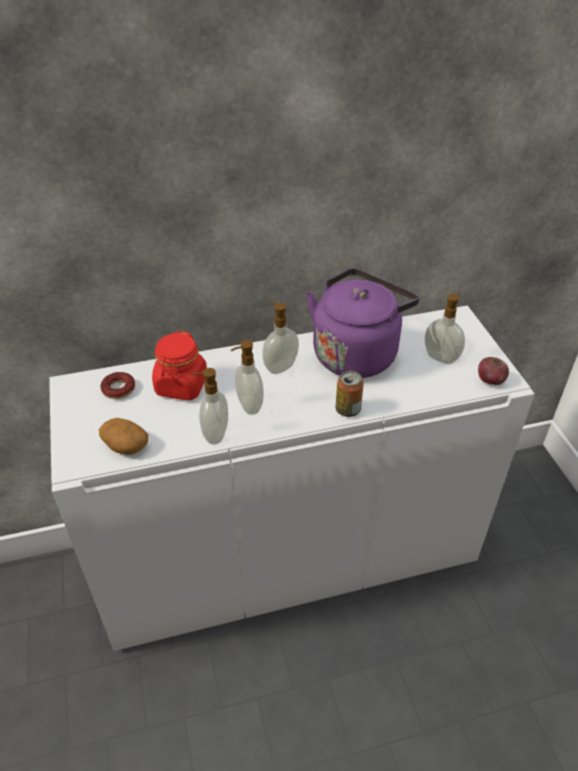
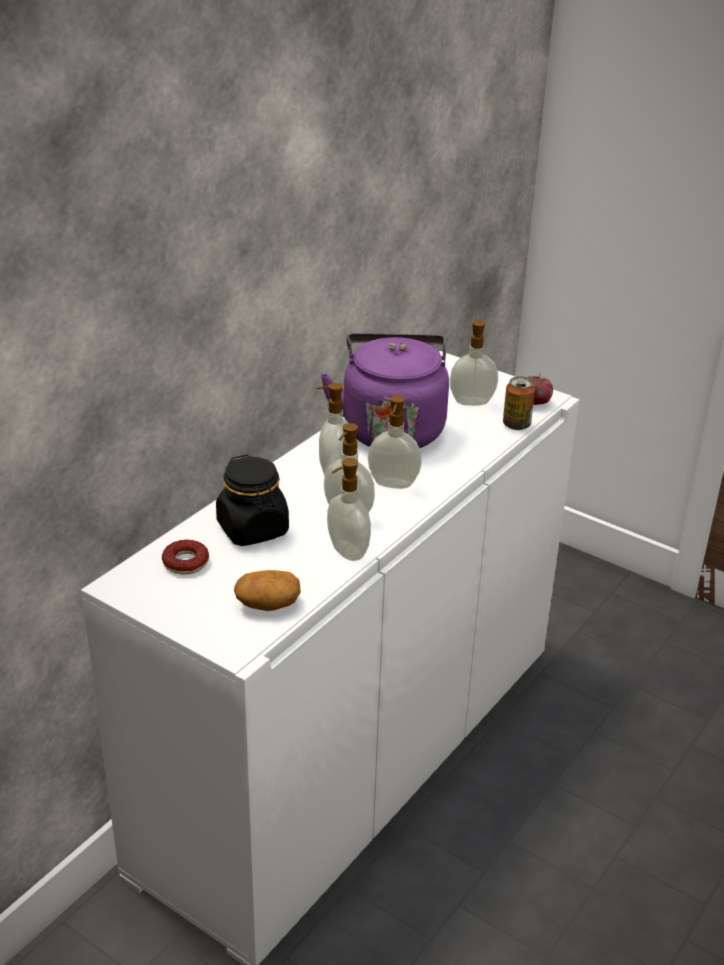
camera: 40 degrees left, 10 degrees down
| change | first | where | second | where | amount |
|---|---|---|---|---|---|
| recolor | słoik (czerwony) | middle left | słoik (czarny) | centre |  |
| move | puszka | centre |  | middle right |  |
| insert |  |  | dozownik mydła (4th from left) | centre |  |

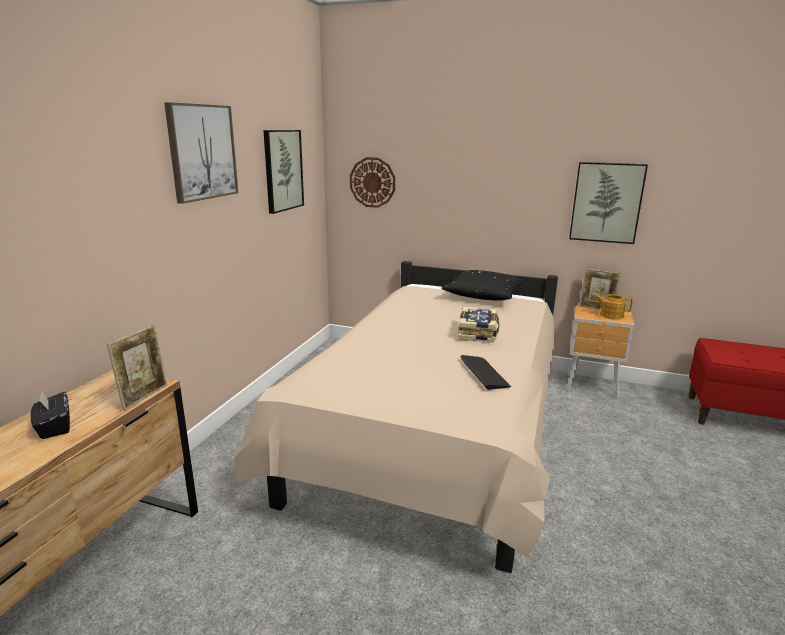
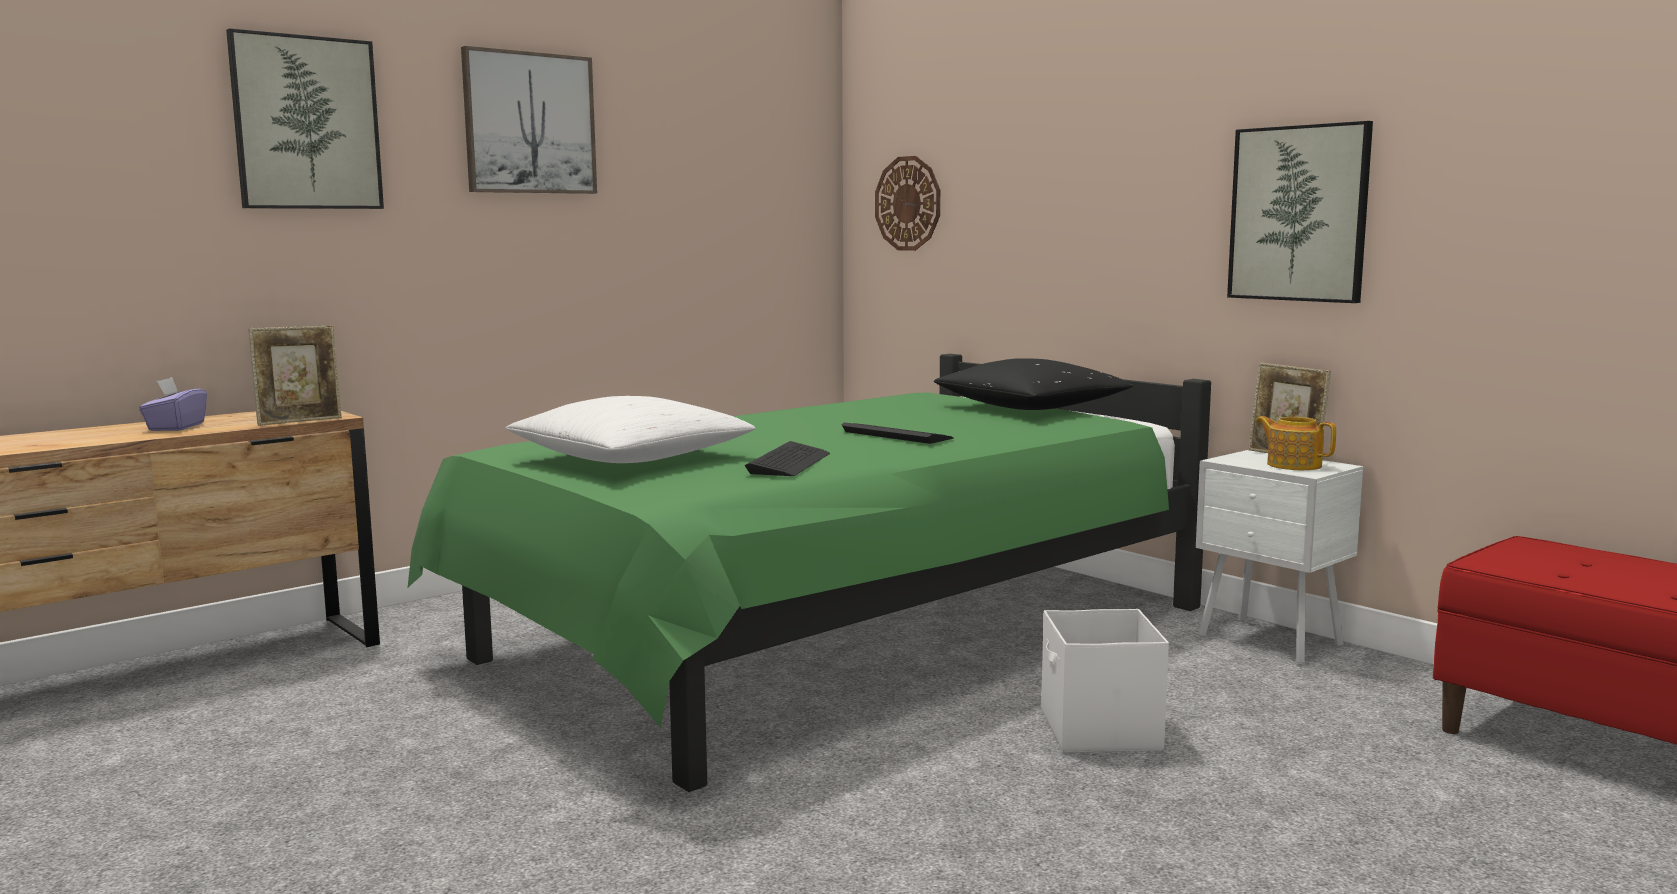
camera: 30 degrees right, 10 degrees down
| change | first | where | second | where | amount |
|---|---|---|---|---|---|
| move | obraz (2nd from left in the first image) | top centre | obraz (1st from left) | top left |  |
| recolor | łóżko (beżowy) | centre | łóżko (zielony) | centre |  |
| recolor | szafka nocna (brązowy) | middle right | szafka nocna (biały) | middle right |  |
| replace | książka | centre | klawiatura (2nd from left) | centre |  |
| recolor | pudełko chusteczek (czarny) | middle left | pudełko chusteczek (fioletowy) | middle left |  |
| insert |  |  | poduszka (biały) | centre |  |
| insert |  |  | pojemnik do przechowywania (biały) | bottom centre |  |

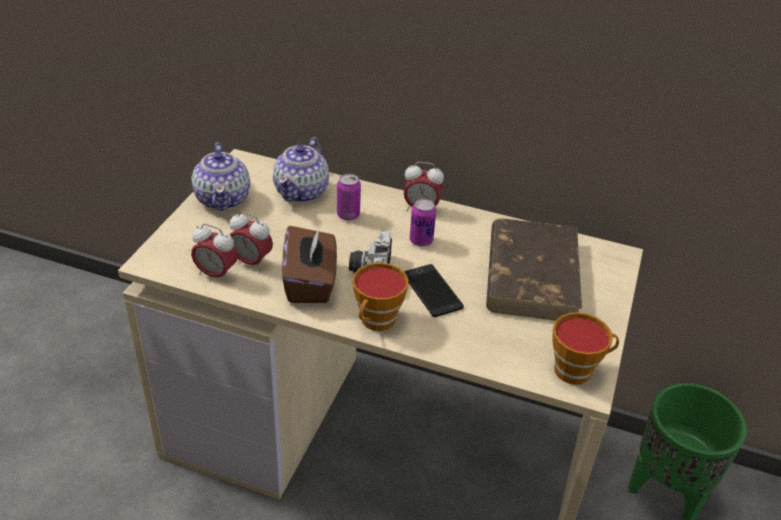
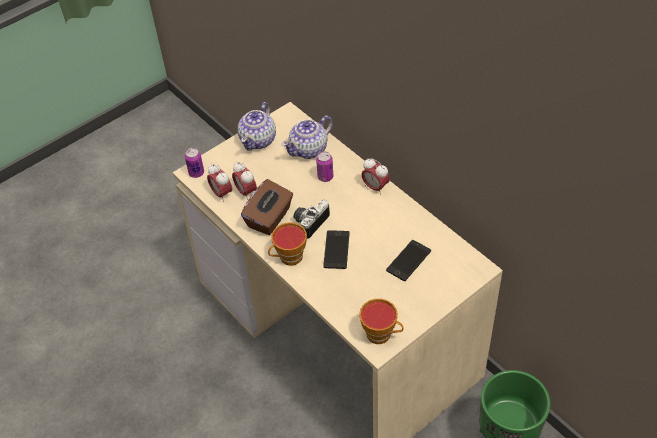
camera: 35 degrees right, 10 degrees up
| change | first | where | second | where | amount |
|---|---|---|---|---|---|
| move | puszka (2nd from left in the first image) | centre | puszka (1st from left) | middle left |  |
| replace | książka (brązowy) | middle right | telefon (2nd from left) | centre |  |

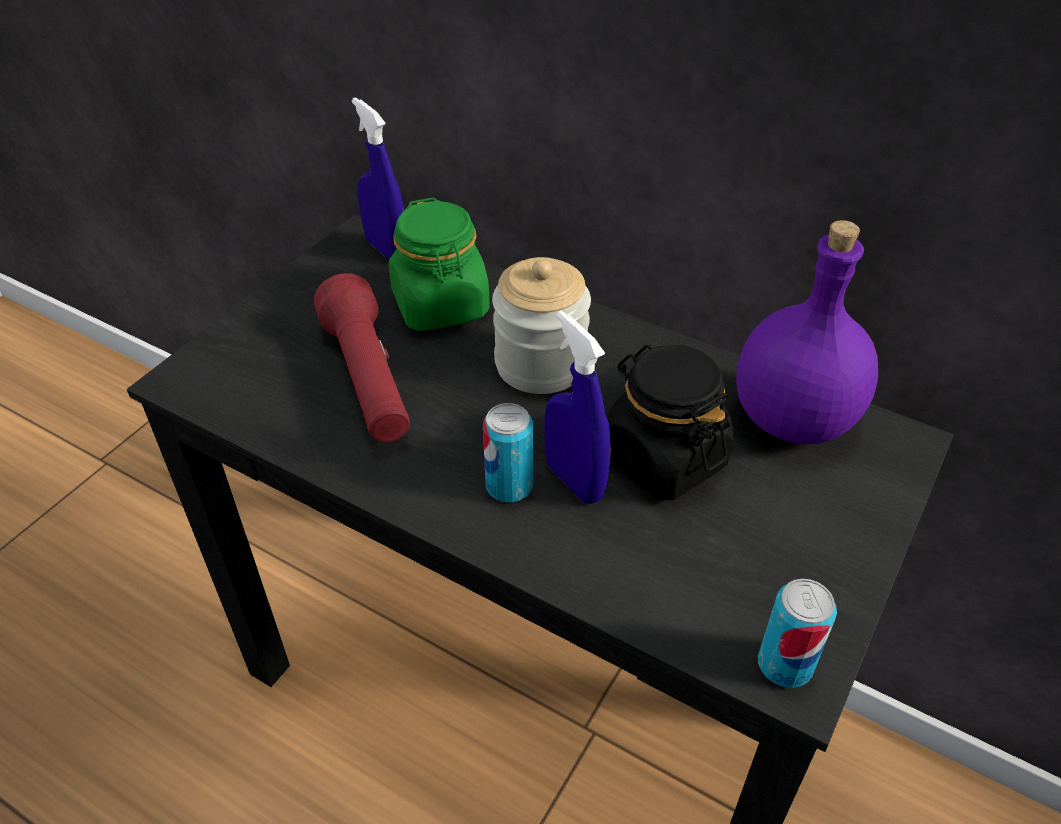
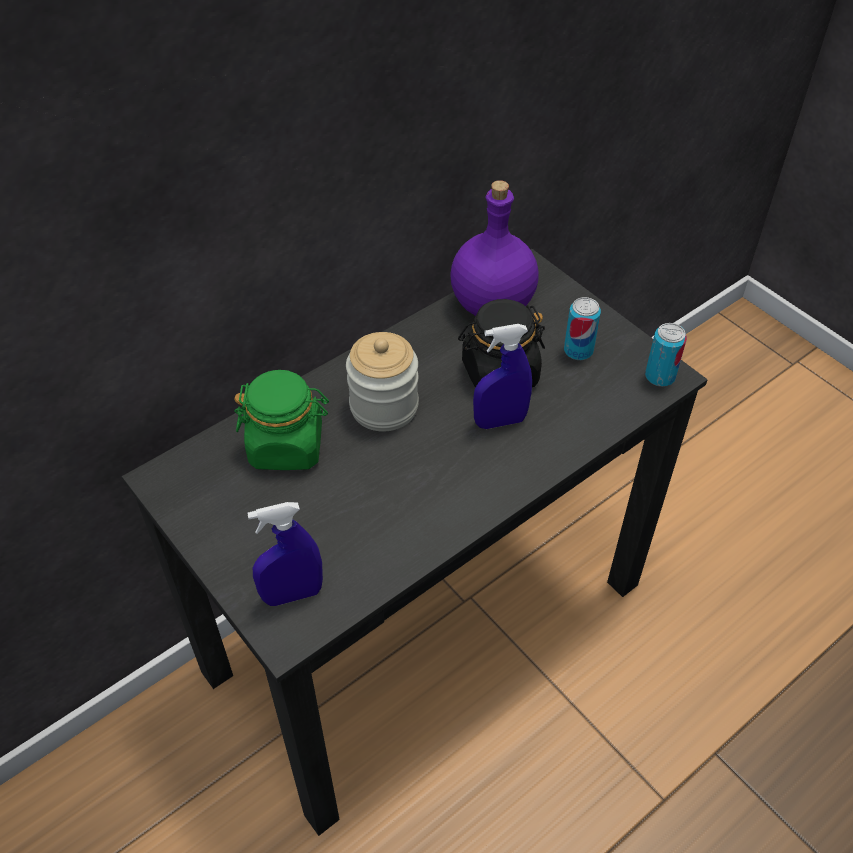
camera: 70 degrees left, 5 degrees up
| change | first | where | second | where | amount |
|---|---|---|---|---|---|
| move | spryskiwacz (niebieski) (1st from left) | top centre |  | centre |  |
| delete | latarka (czerwony) | centre |  |  |  |
| move | puszka (1st from left) | centre |  | middle right |  |

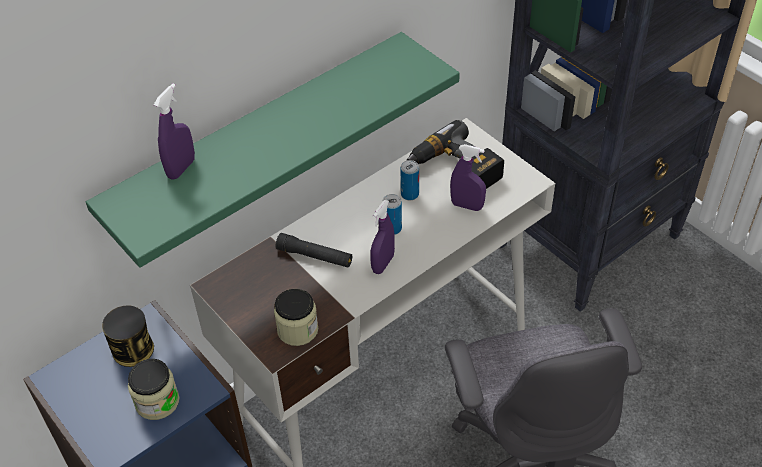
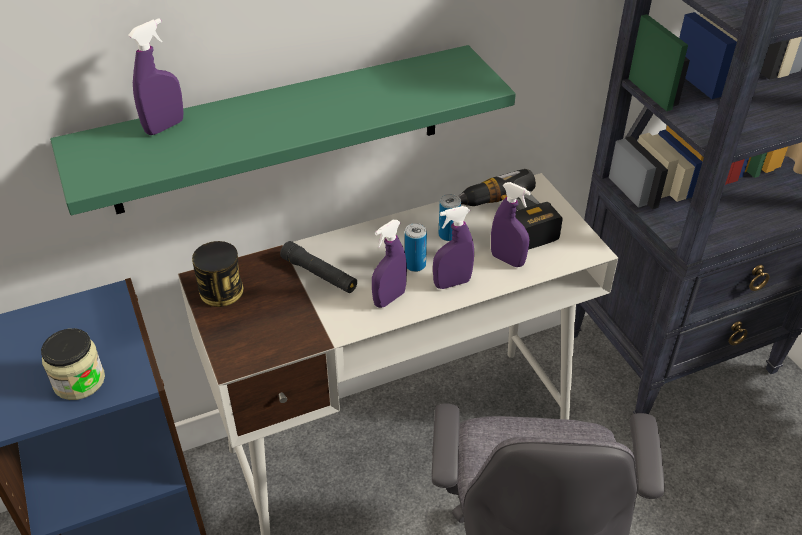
camera: 15 degrees right, 5 degrees down
| change | first | where | second | where | amount |
|---|---|---|---|---|---|
| delete | słoik (2nd from left) | bottom centre |  |  |  |
| move | puszka (1st from left) | bottom left |  | middle left |  |
| insert |  |  | spryskiwacz (fioletowy) (3rd from left) | centre |  |

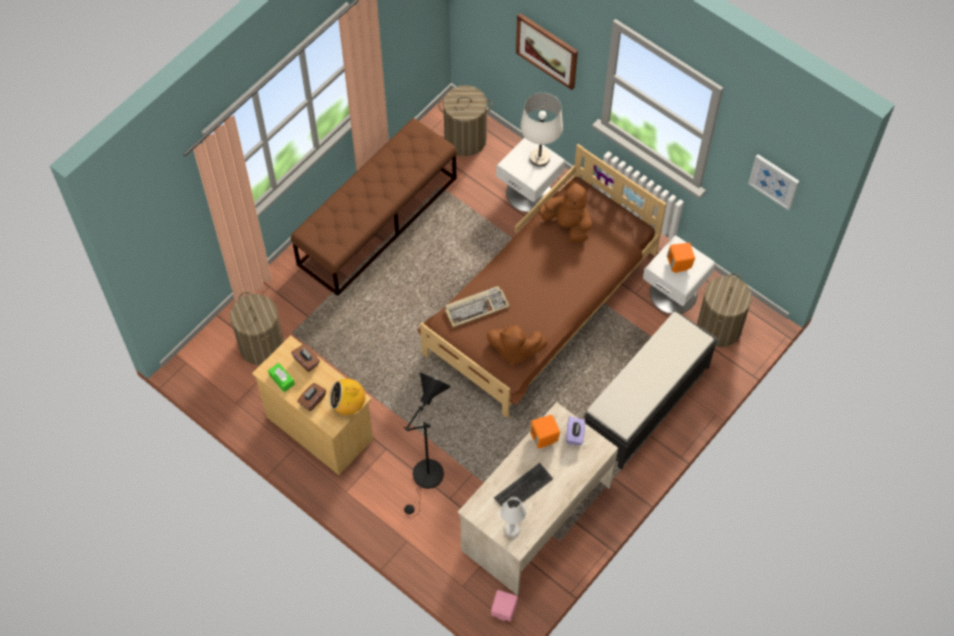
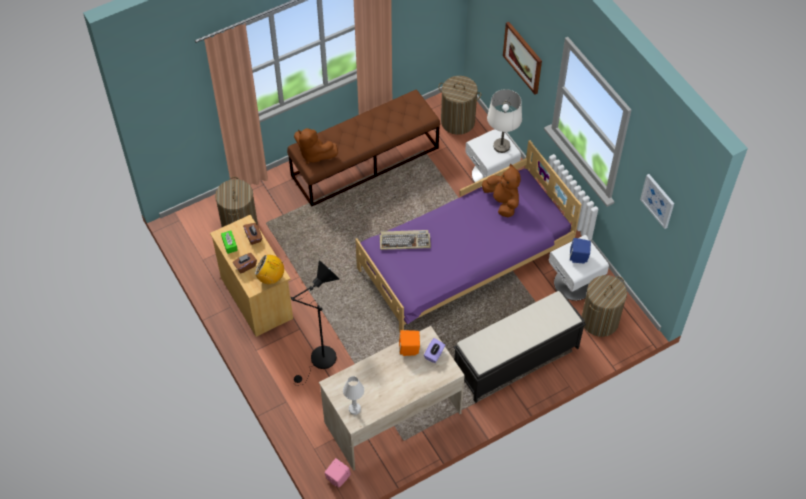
camera: 20 degrees right, 5 degrees down
| change | first | where | second | where | amount |
|---|---|---|---|---|---|
| recolor | łóżko (brązowy) | centre | łóżko (fioletowy) | centre |  |
| recolor | głośnik (pomarańczowy) (2nd from left) | middle right | głośnik (niebieski) | middle right |  |
| move | pluszak (brązowy) (1st from left) | centre |  | top centre |  |
| delete | klawiatura (2nd from left) | bottom centre |  |  |  |

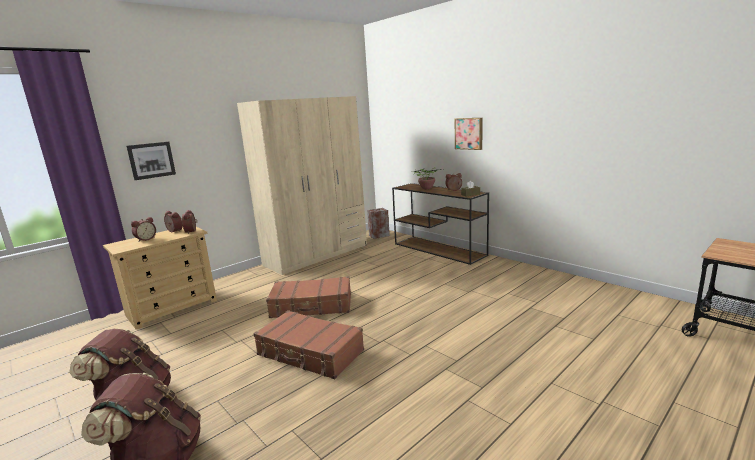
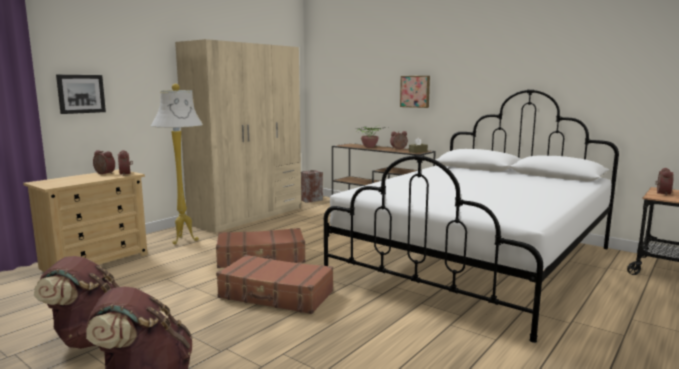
camera: 10 degrees left, 5 degrees down
| change | first | where | second | where | amount |
|---|---|---|---|---|---|
| move | budzik (1st from left in the first image) | middle left | budzik (4th from left) | middle right |  |
| insert |  |  | lampa stojąca (biały) | middle left |  |
| insert |  |  | łóżko (biały) | middle right |  |

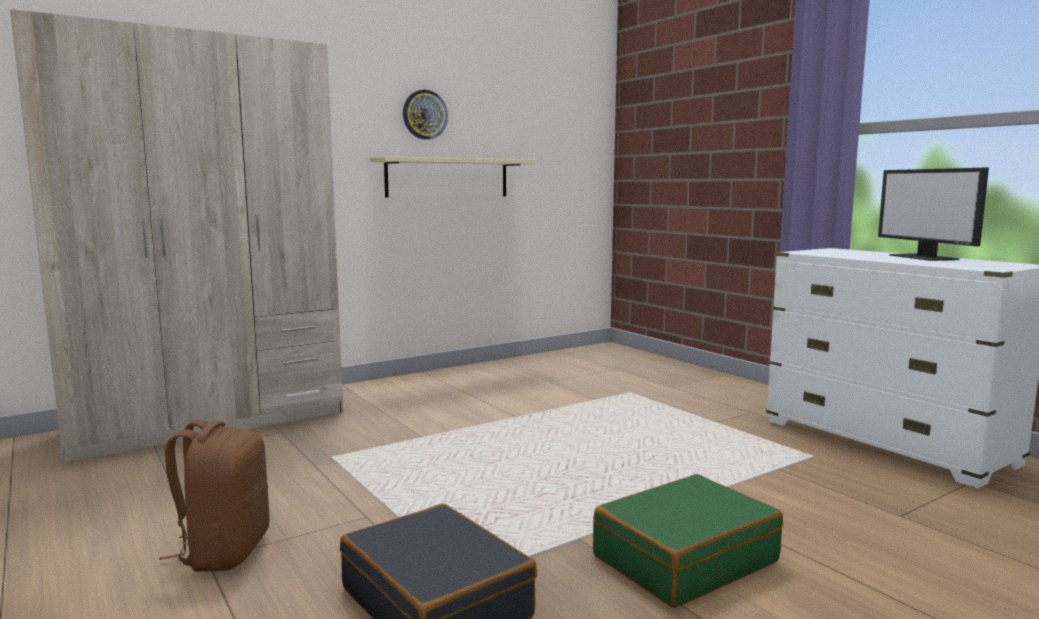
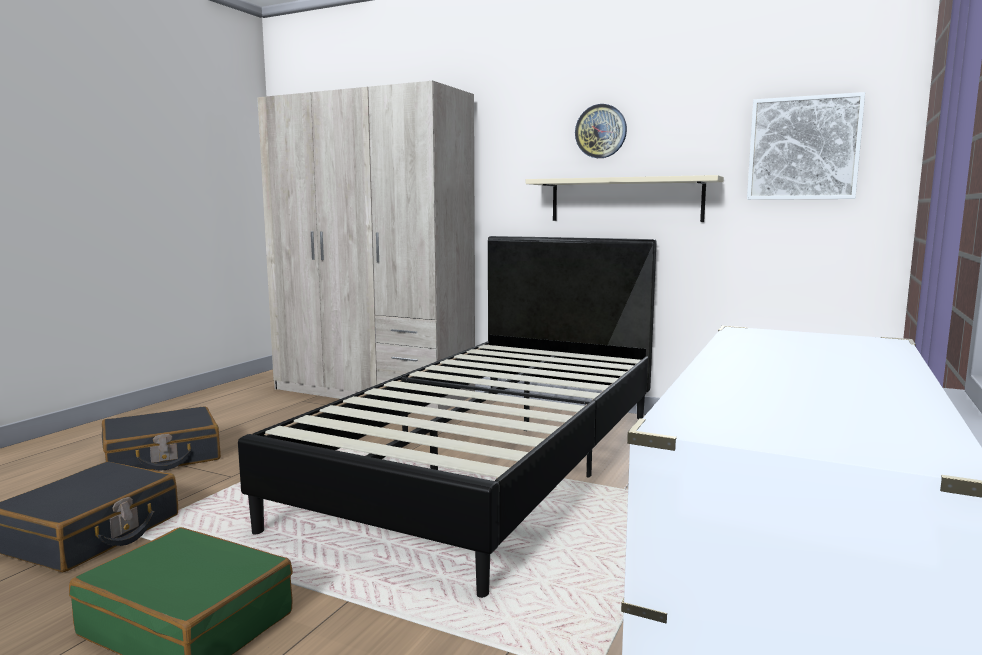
camera: 60 degrees right, 0 degrees up
| change | first | where | second | where | amount |
|---|---|---|---|---|---|
| delete | monitor | middle right |  |  |  |
| replace | plecak (brązowy) | bottom left | walizka (czarny) (2nd from left) | bottom left |  |
| insert |  |  | obraz | top right |  |
| insert |  |  | łóżko (czarny) | centre |  |

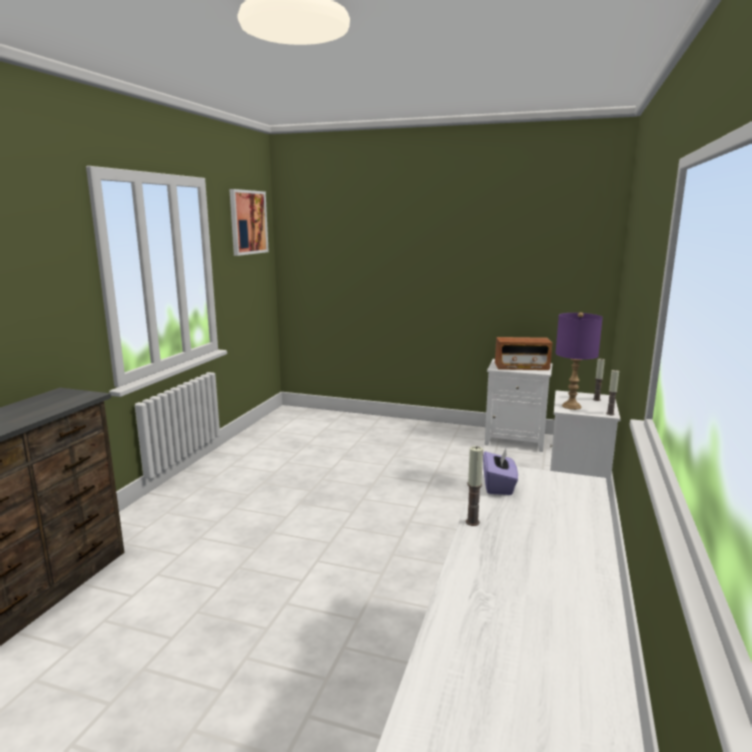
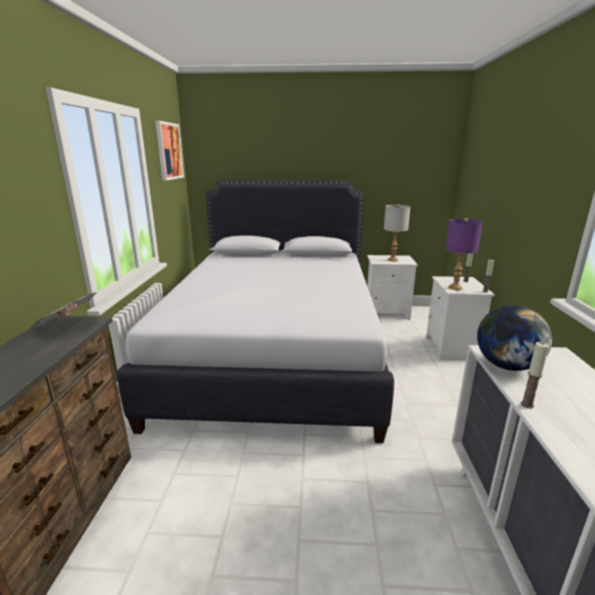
camera: 15 degrees left, 5 degrees up
| change | first | where | second | where | amount |
|---|---|---|---|---|---|
| replace | radio | middle right | lampa stołowa (szary) | middle right |  |
| replace | pudełko chusteczek (fioletowy) | centre | globus | middle right |  |
| insert |  |  | łóżko (biały) | centre |  |
| insert |  |  | gazeta | middle left |  |

